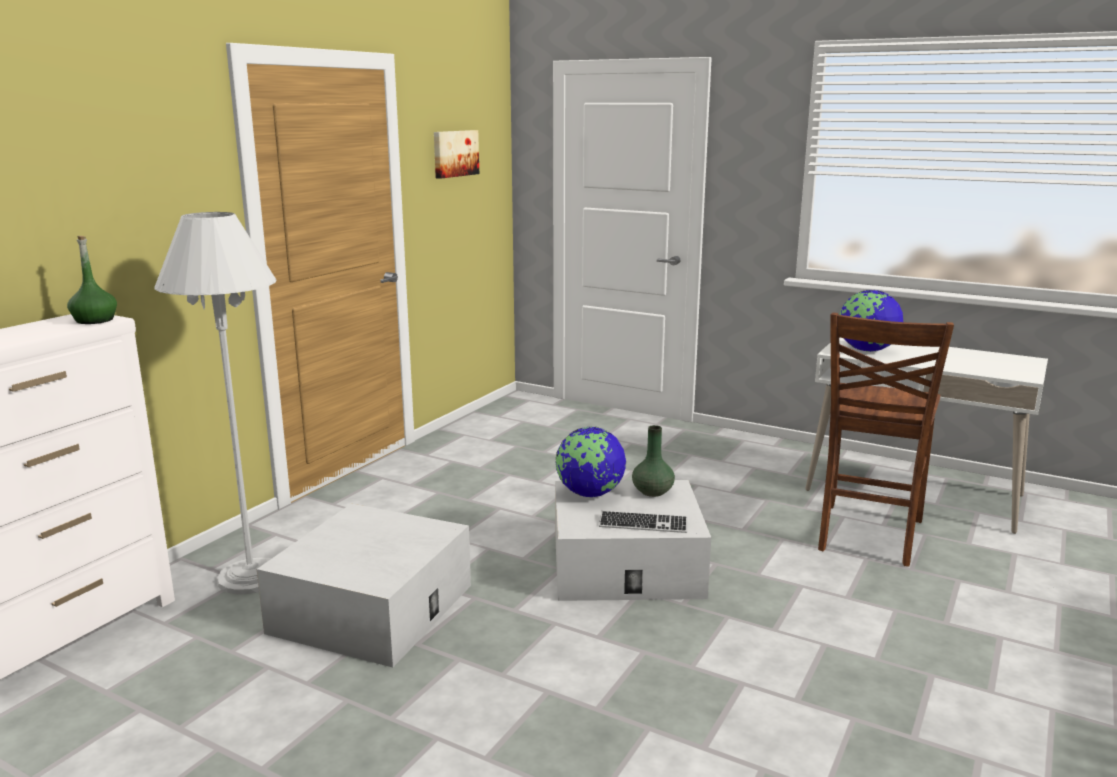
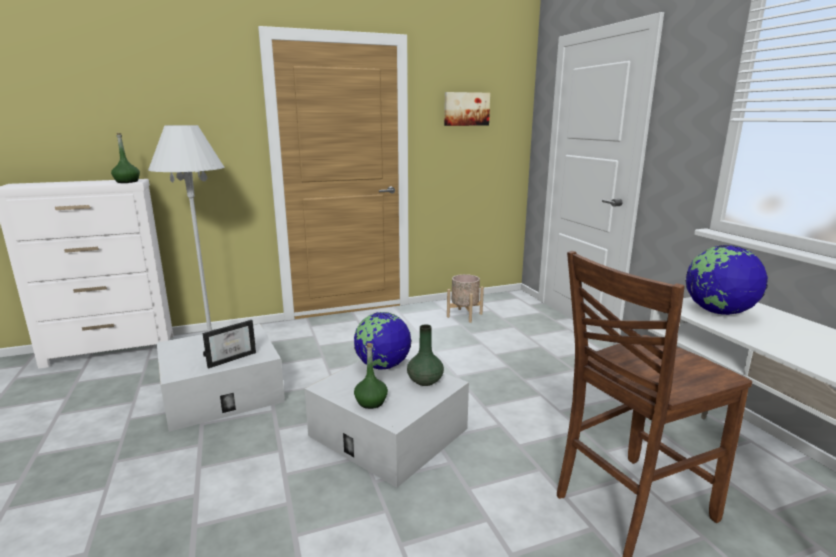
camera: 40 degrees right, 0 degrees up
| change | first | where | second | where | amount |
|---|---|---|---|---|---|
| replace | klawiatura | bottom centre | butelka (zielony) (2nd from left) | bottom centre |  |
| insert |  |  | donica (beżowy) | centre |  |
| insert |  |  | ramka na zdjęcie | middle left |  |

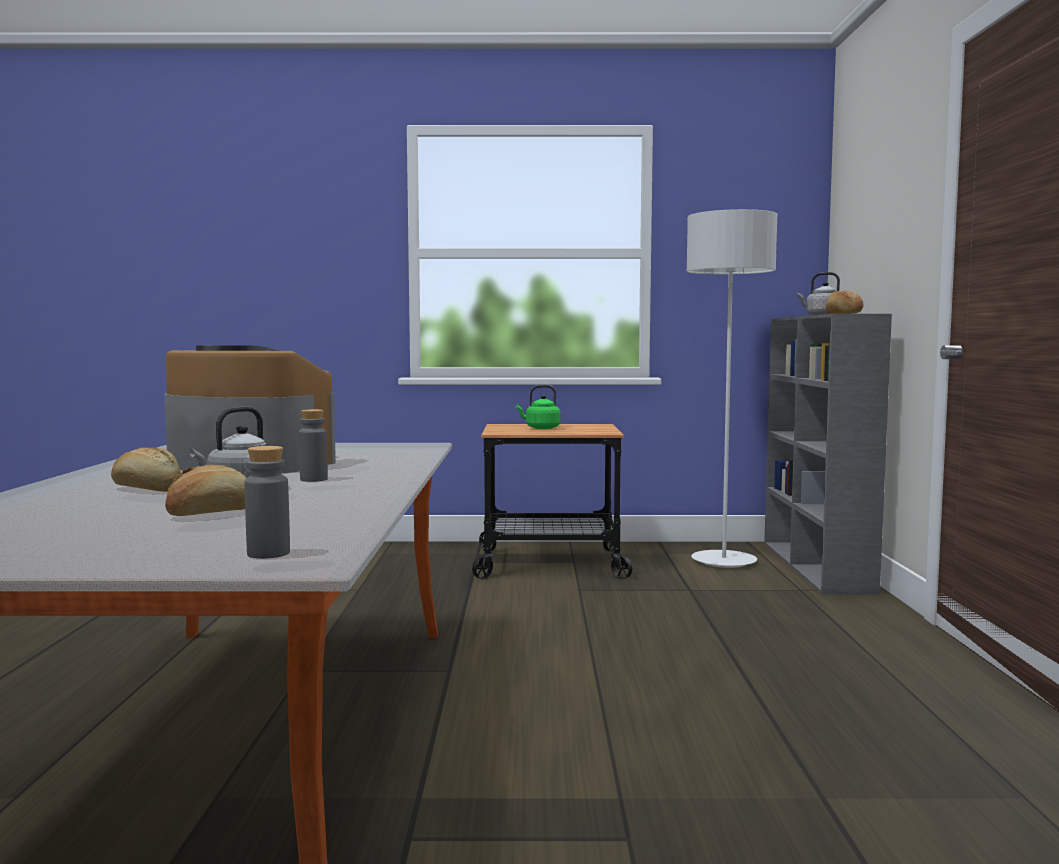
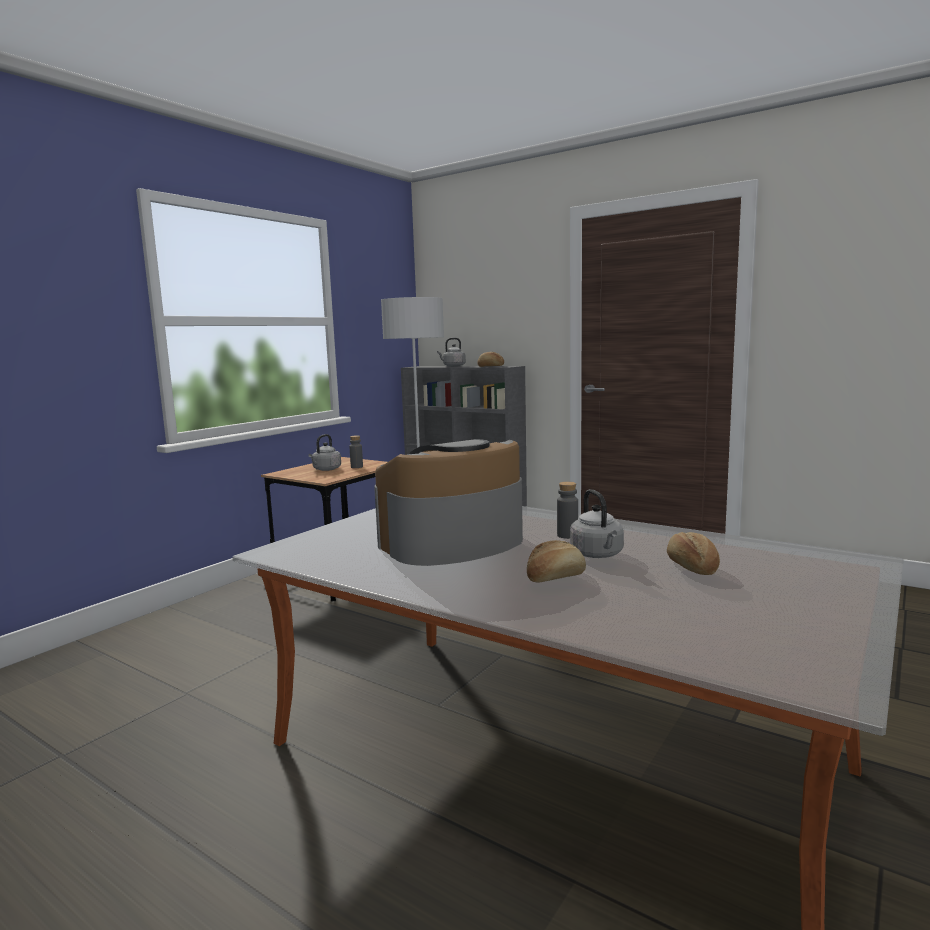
camera: 55 degrees left, 5 degrees up
| change | first | where | second | where | amount |
|---|---|---|---|---|---|
| recolor | czajnik (zielony) | centre | czajnik (szary) (1st from left) | centre |  |
| move | butelka (szary) (1st from left) | middle left |  | centre |  |

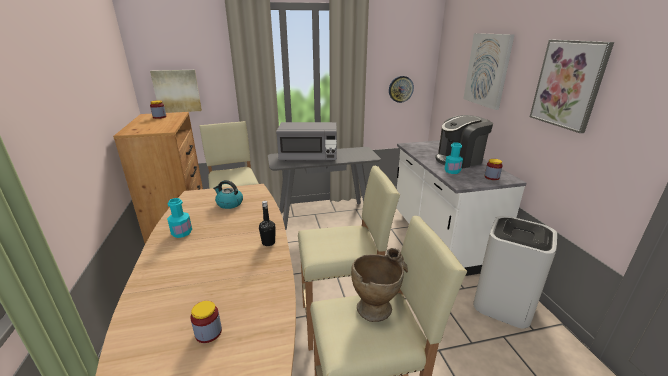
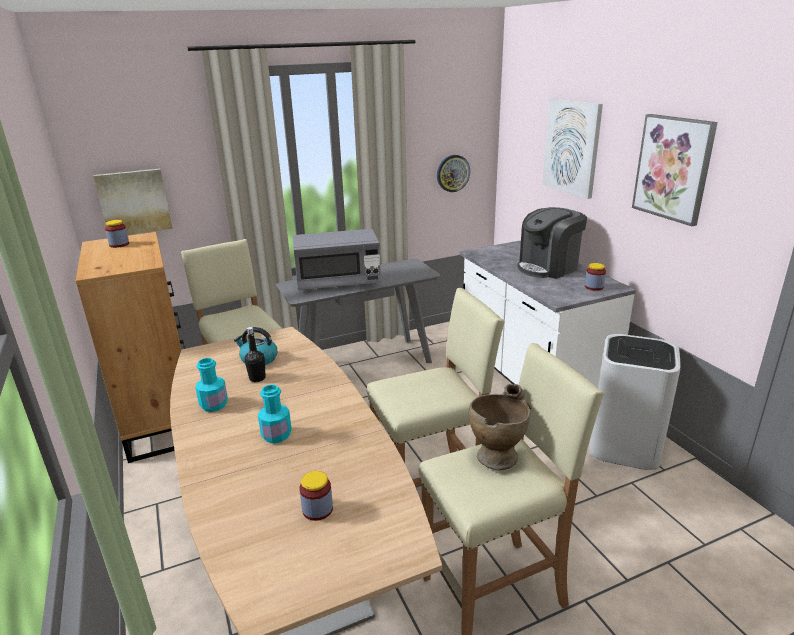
camera: 10 degrees left, 0 degrees up
| change | first | where | second | where | amount |
|---|---|---|---|---|---|
| move | butelka (turkusowy) (2nd from left) | middle right |  | centre |  |
| move | butelka (czarny) | centre |  | middle left |  |

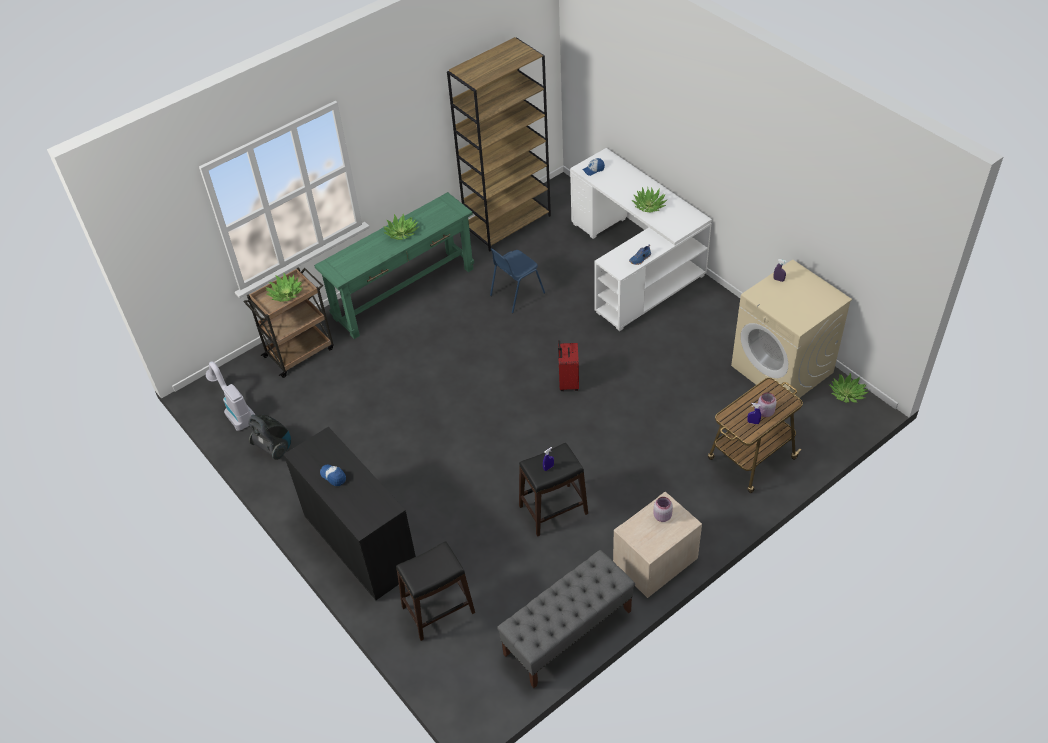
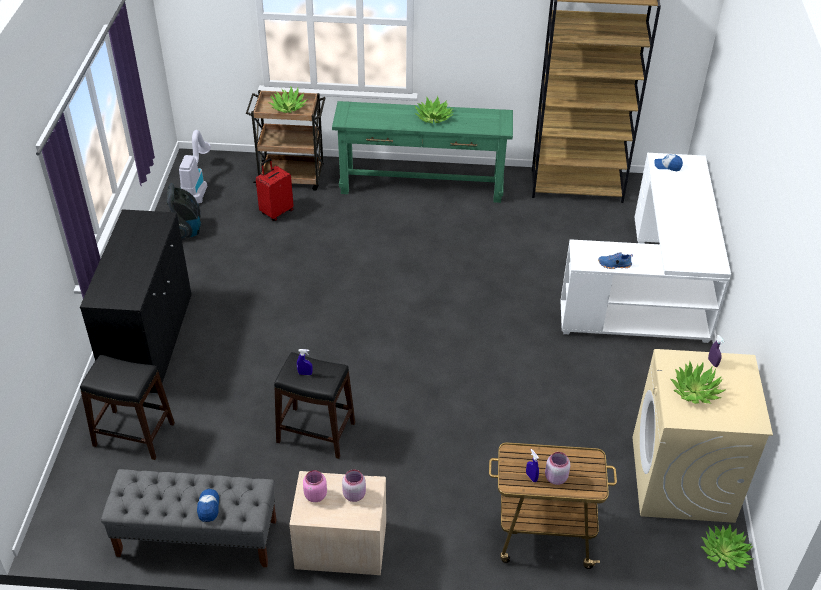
camera: 40 degrees right, 5 degrees down
| change | first | where | second | where | amount |
|---|---|---|---|---|---|
| move | roślina doniczkowa (3rd from left) | top centre |  | middle right |  |
| delete | krzesło (niebieski) | centre |  |  |  |
| move | walizka (czerwony) | centre |  | top centre |  |
| move | czapka z daszkiem (1st from left) | middle left |  | bottom left |  |
| insert |  |  | słoik (różowy) (1st from left) | bottom centre |  |

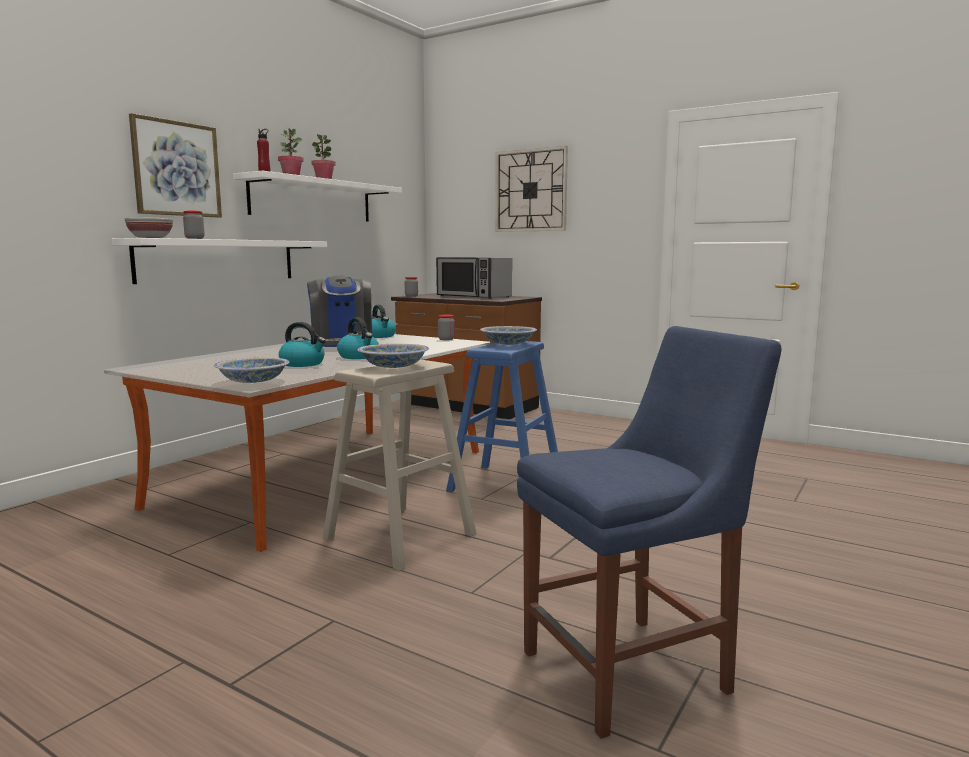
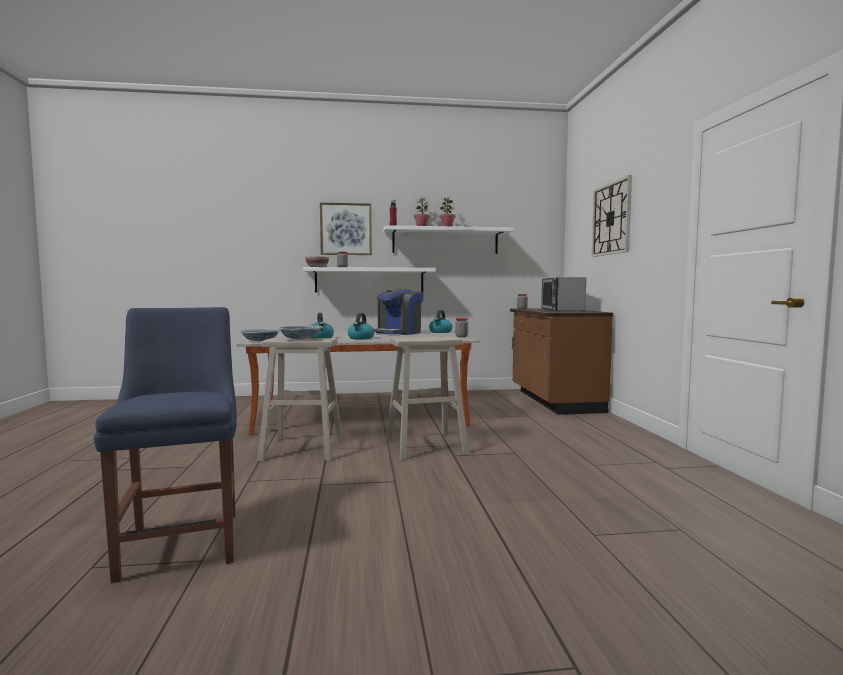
camera: 50 degrees right, 5 degrees down
| change | first | where | second | where | amount |
|---|---|---|---|---|---|
| delete | miska (4th from left) | centre |  |  |  |
| rotate | krzesło (niebieski) | bottom right |  | middle left | 135 degrees counterclockwise |
| recolor | stołek (niebieski) | centre | stołek (beżowy) (2nd from left) | centre |  |

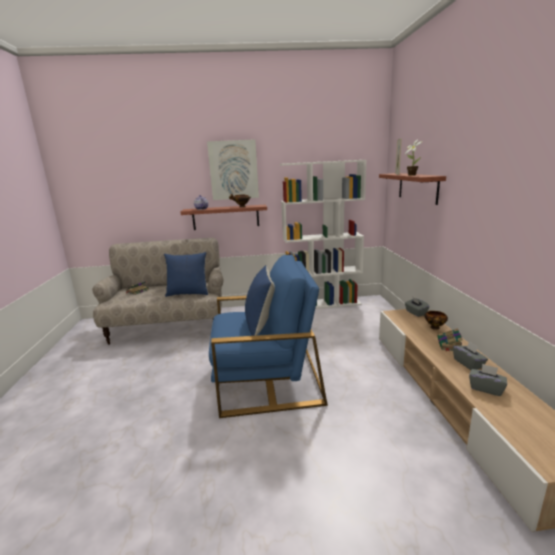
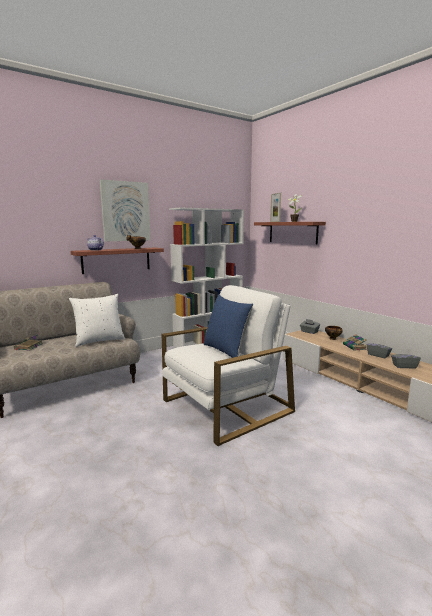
camera: 30 degrees left, 5 degrees down
| change | first | where | second | where | amount |
|---|---|---|---|---|---|
| recolor | poduszka (niebieski) (1st from left) | centre | poduszka (biały) | middle left |  |
| recolor | fotel (niebieski) | centre | fotel (biały) | centre |  |

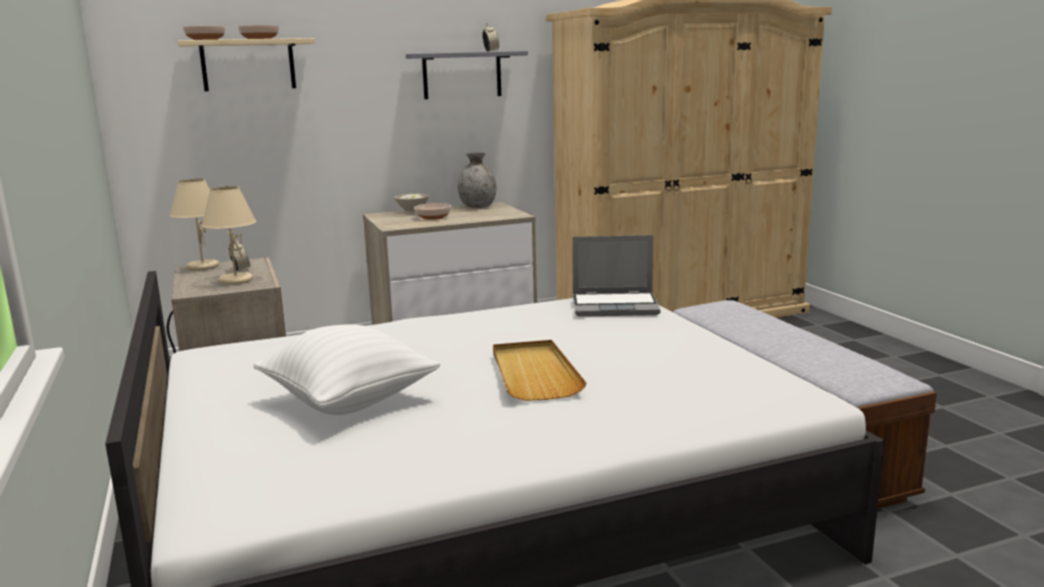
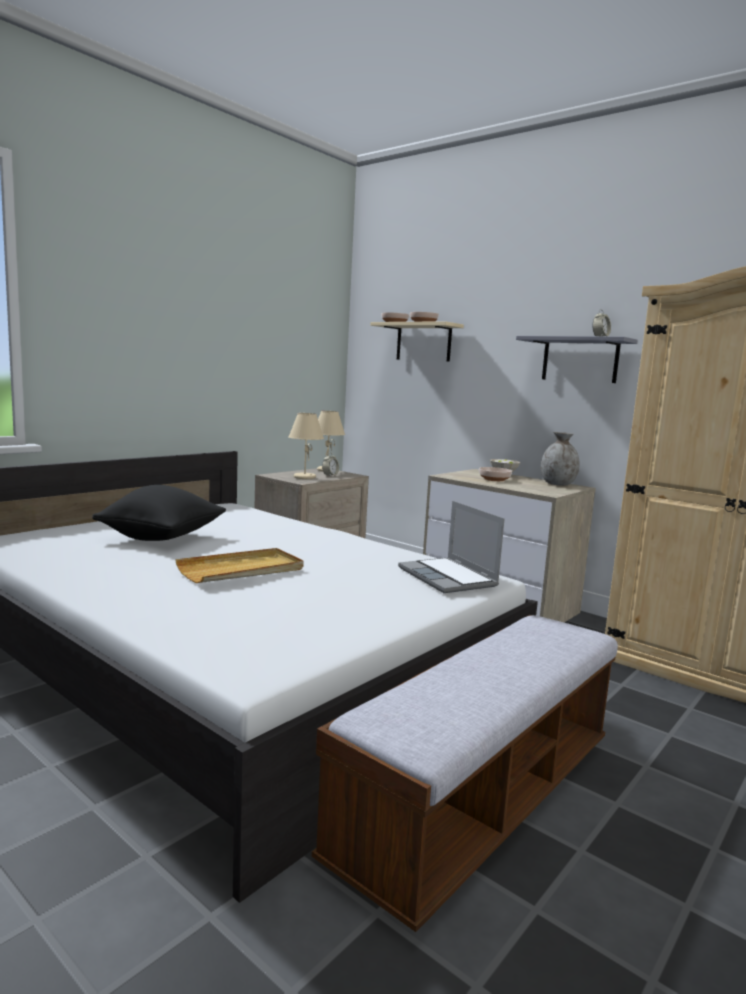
camera: 60 degrees right, 5 degrees down
| change | first | where | second | where | amount |
|---|---|---|---|---|---|
| recolor | poduszka (biały) | middle left | poduszka (czarny) | middle left |  |

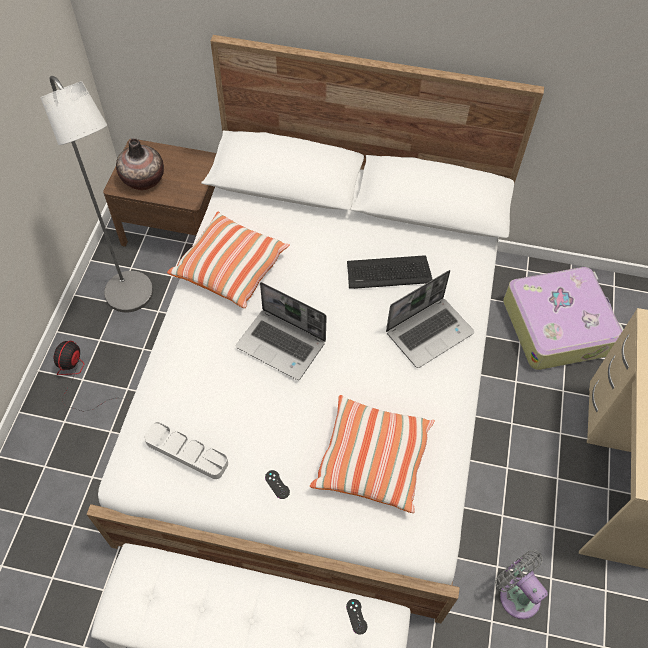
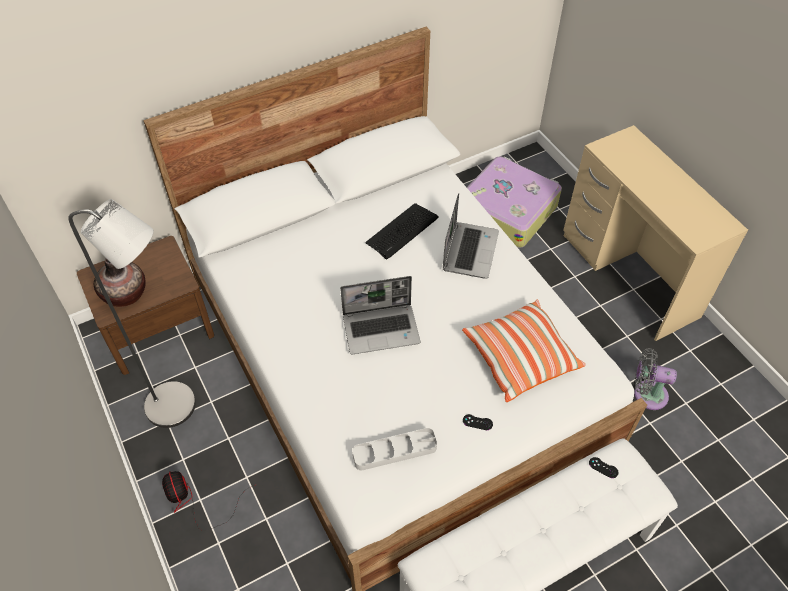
camera: 40 degrees left, 5 degrees down
| change | first | where | second | where | amount |
|---|---|---|---|---|---|
| delete | poduszka (1st from left) | centre |  |  |  |

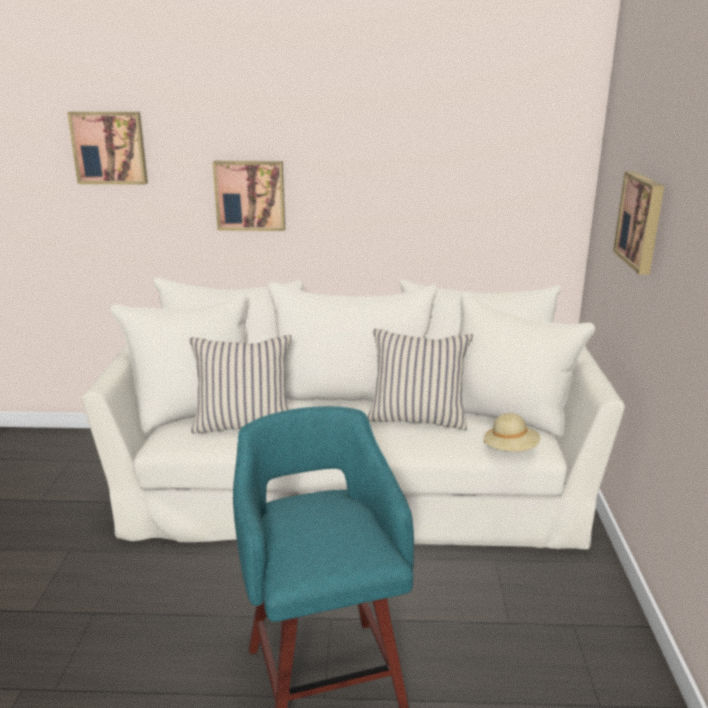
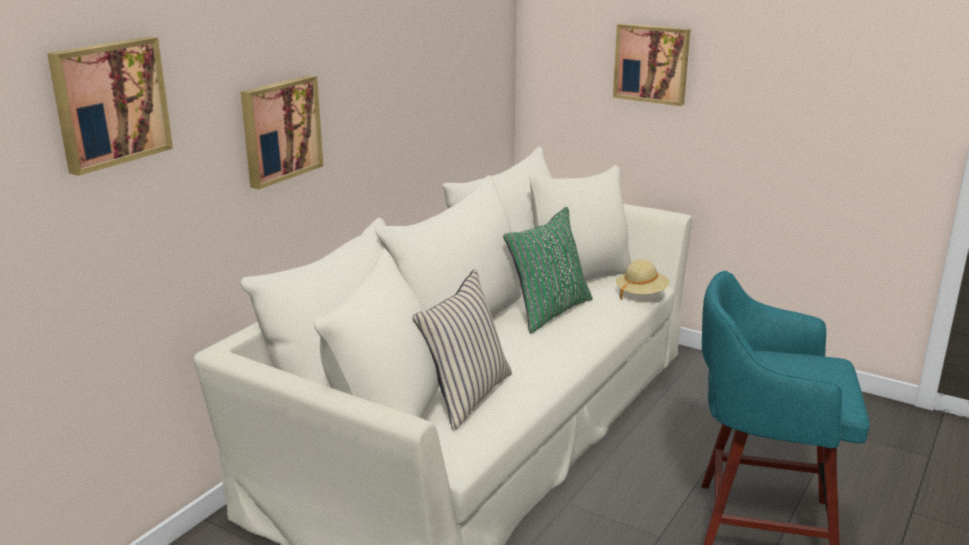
camera: 60 degrees left, 0 degrees up
| change | first | where | second | where | amount |
|---|---|---|---|---|---|
| recolor | poduszka (beżowy) (2nd from left) | centre | poduszka (zielony) | centre |  |

